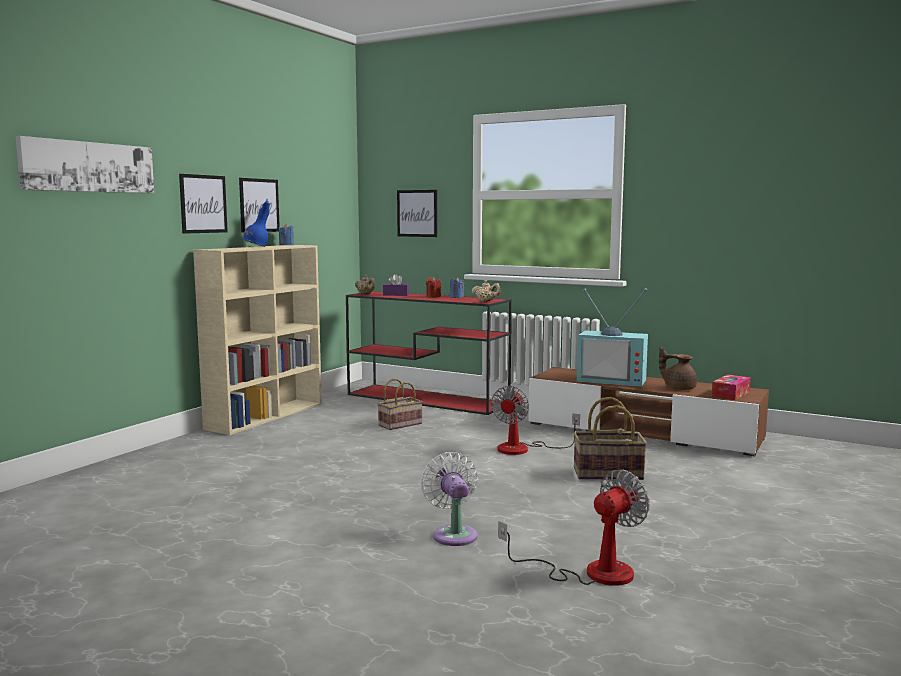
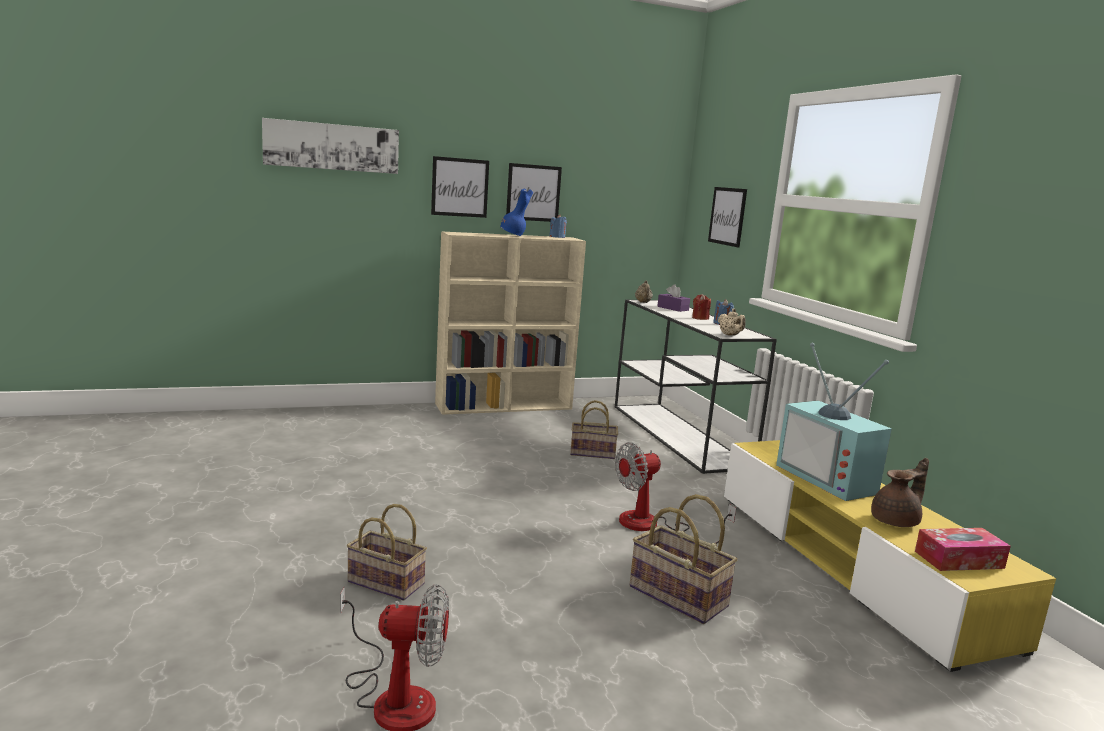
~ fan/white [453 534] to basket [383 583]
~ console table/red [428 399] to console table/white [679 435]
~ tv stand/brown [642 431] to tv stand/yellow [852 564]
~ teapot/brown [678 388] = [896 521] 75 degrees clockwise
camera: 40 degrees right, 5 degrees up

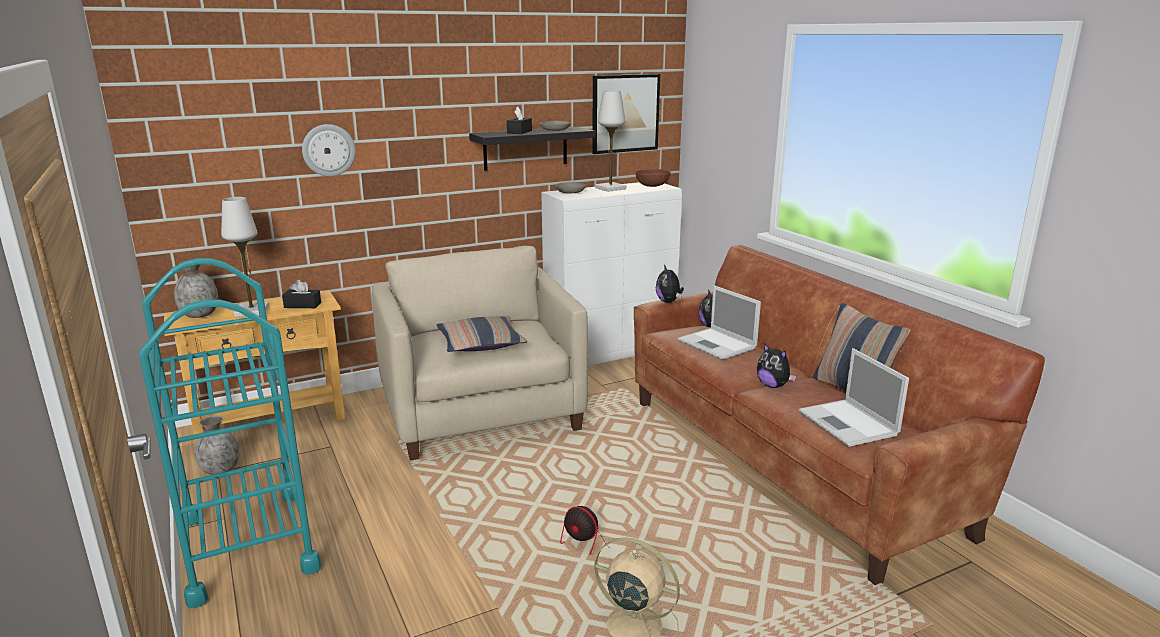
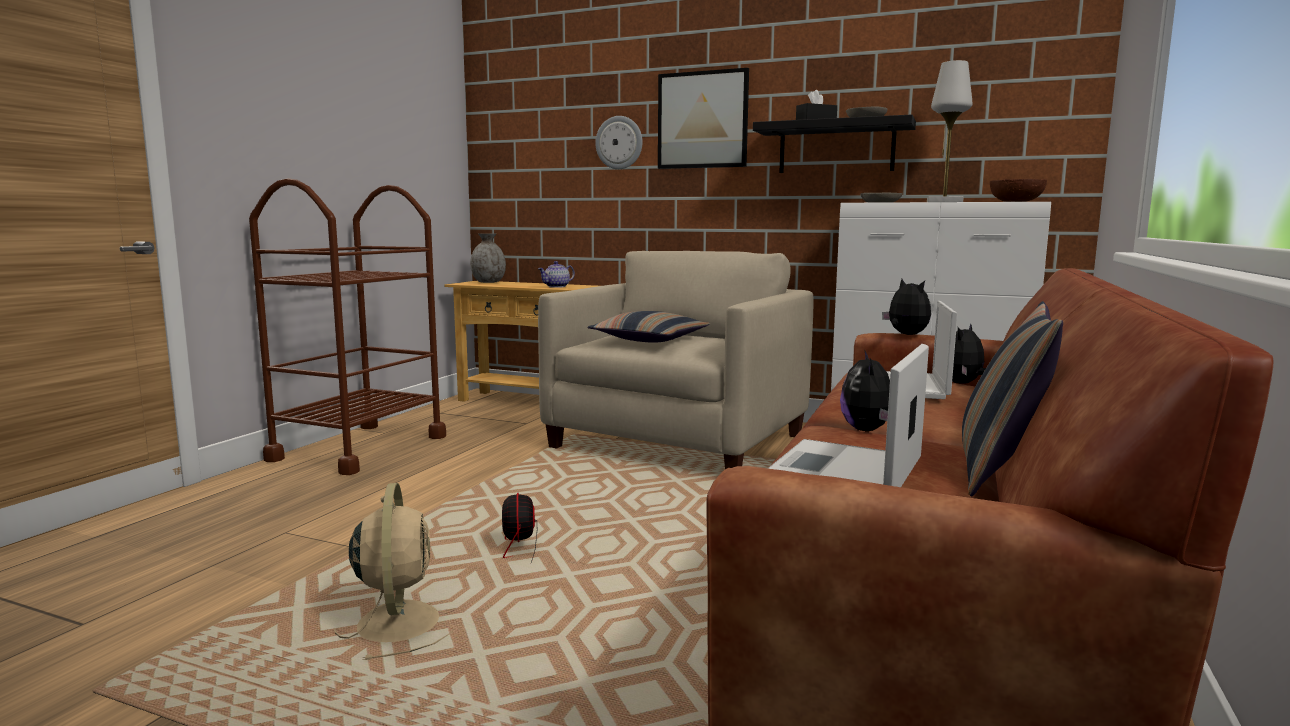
~ cart/turquoise [248 544] to cart/brown [359 448]
~ tissue box/black [302 305] to teapot [557 287]
~ picture [625 113] to [702 120]
~ plush toy [669 301] = [905 335] 120 degrees clockwise
- vase/grey [220 470]
- table lamp/white [252 311]
camera: 50 degrees right, 10 degrees down

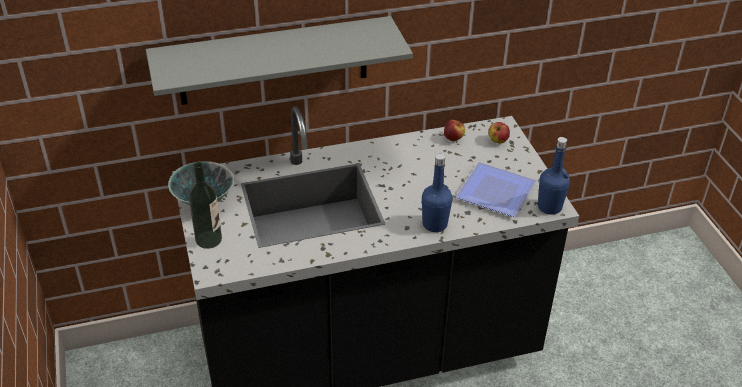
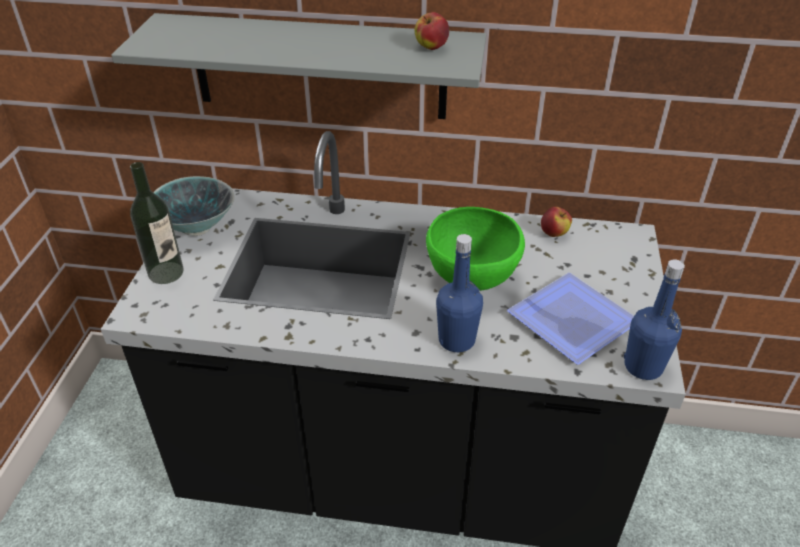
~ apple [498 141] to [431 47]
+ bowl/green [471 279]
camera: 25 degrees right, 0 degrees up

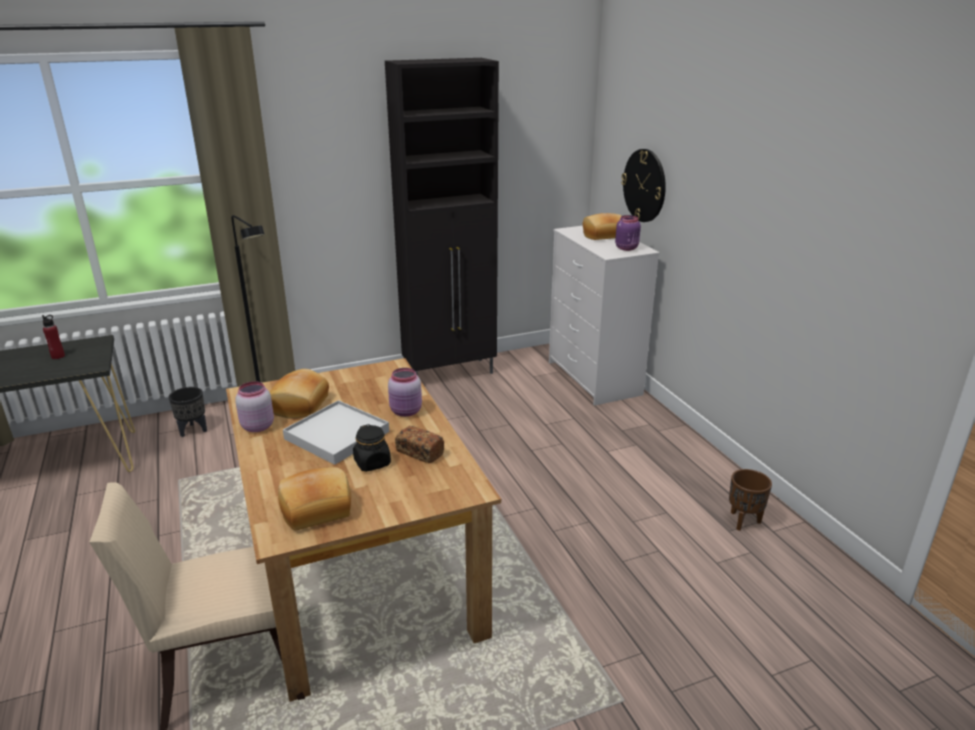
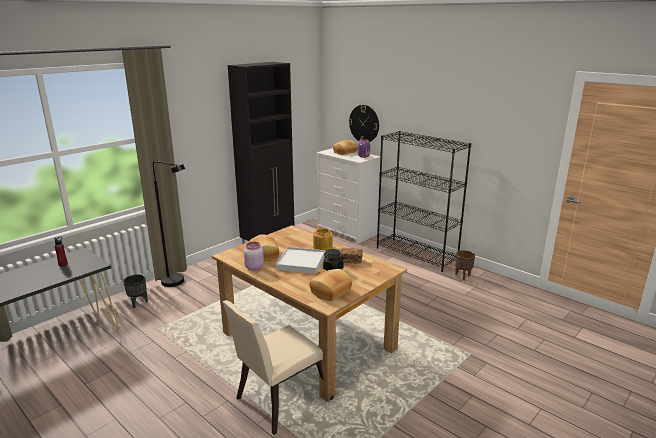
~ jar/pink [406 412] to teapot [323 246]
+ bookcase/black [417 254]
camera: 25 degrees left, 5 degrees down

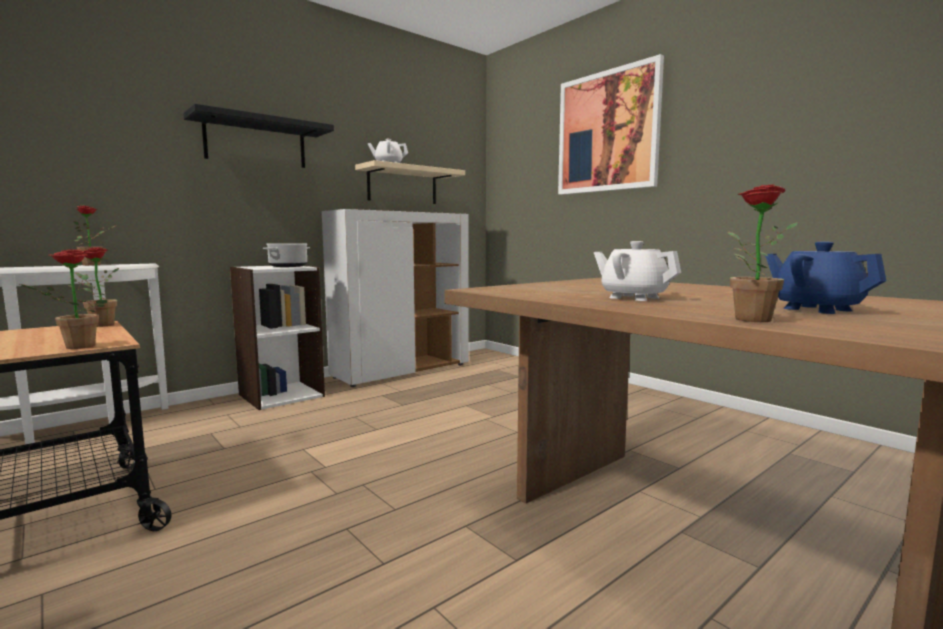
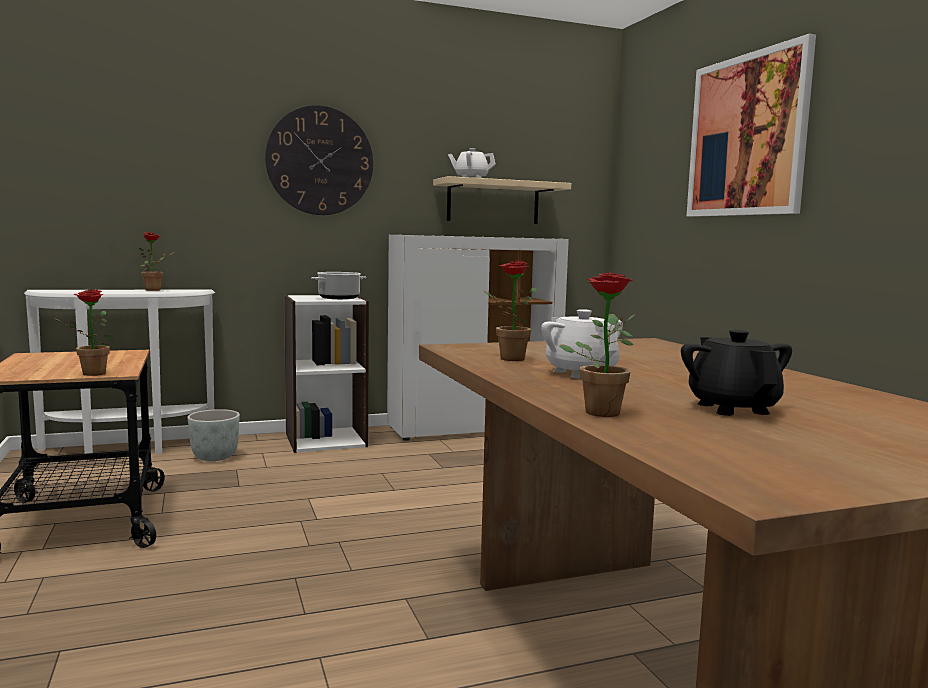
+ planter/grey [215 457]
~ shelf/black [256 143] to wall clock [320 161]
~ potted plant [98 325] to [507 358]
~ teapot/blue [816 309] to teapot/black [732 408]
camera: 20 degrees right, 0 degrees up

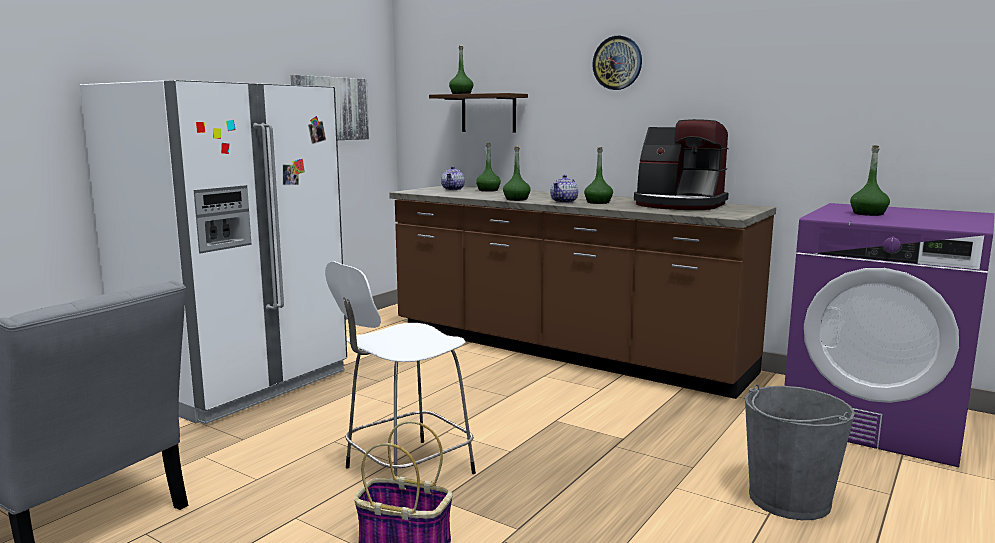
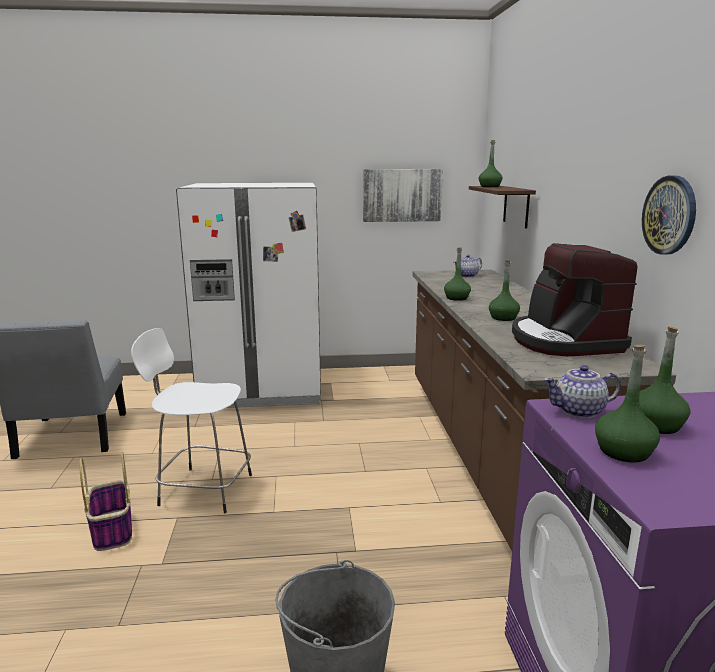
~ teapot [564 202] to [579 411]
~ bottle/green [488 190] to [623 452]
~ wall clock [617 63] to [669 215]
camera: 50 degrees right, 5 degrees up

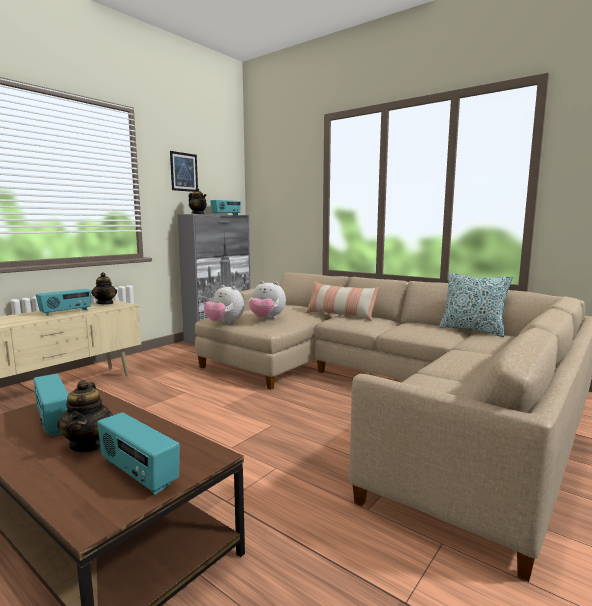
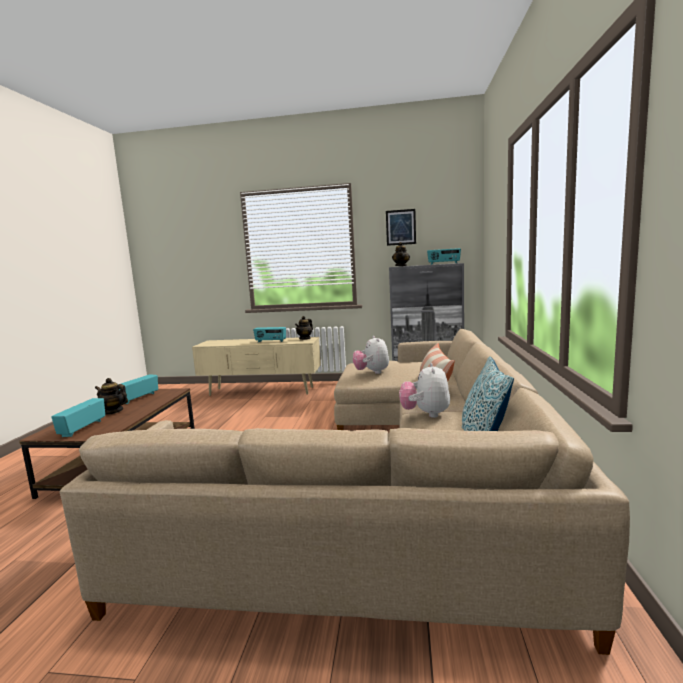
~ teapot [88 444] = [113 411] 60 degrees clockwise
~ plush toy [224 323] to [425 414]
camera: 60 degrees right, 0 degrees up

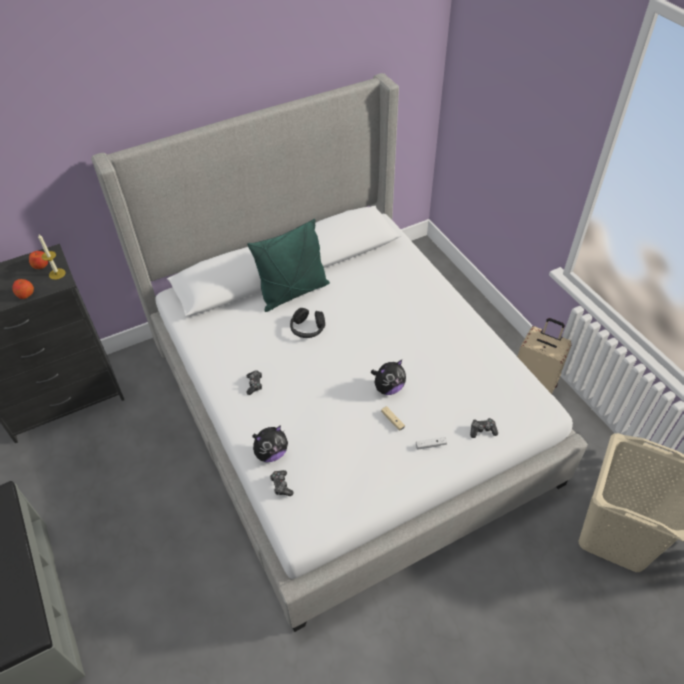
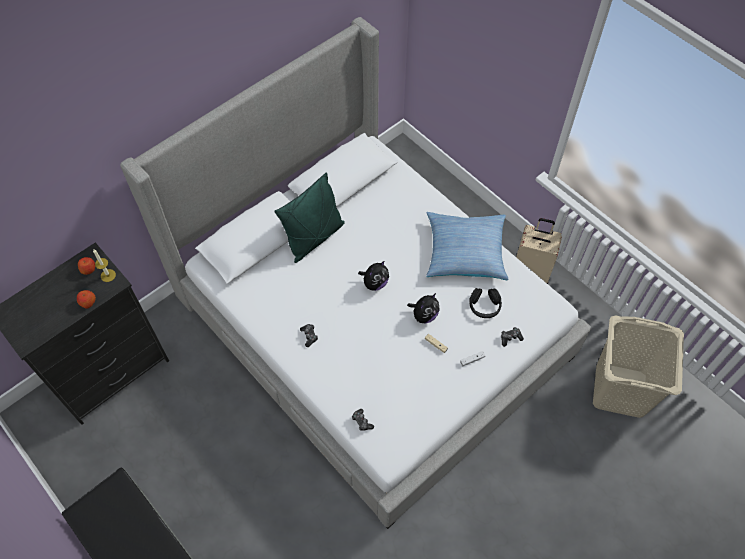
~ plush toy [271 453] to [375 283]
+ pillow [465 251]
~ headphones/black [307 329] to [484 306]
camera: 15 degrees left, 10 degrees up

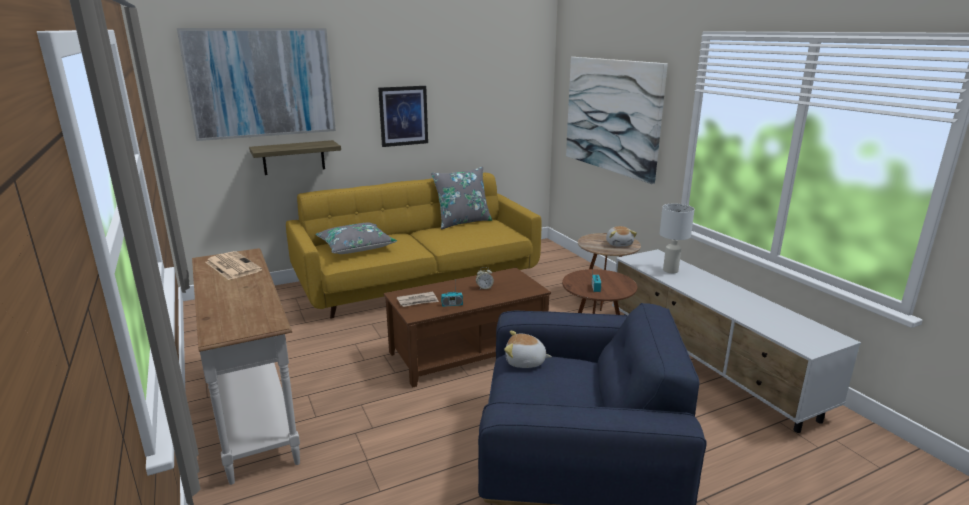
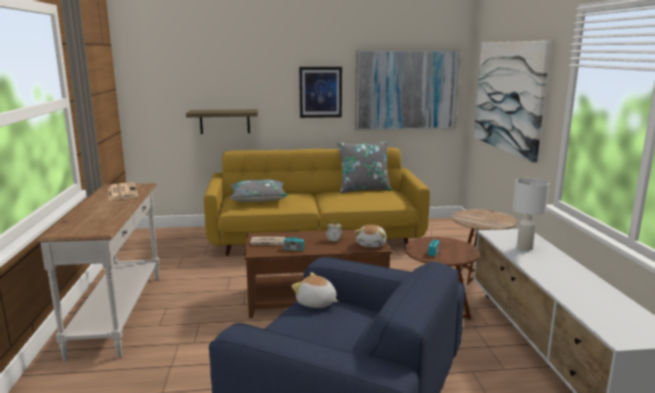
~ picture [261 83] to [406 90]
~ plush toy [619 244] to [372 244]
camera: 20 degrees right, 5 degrees down

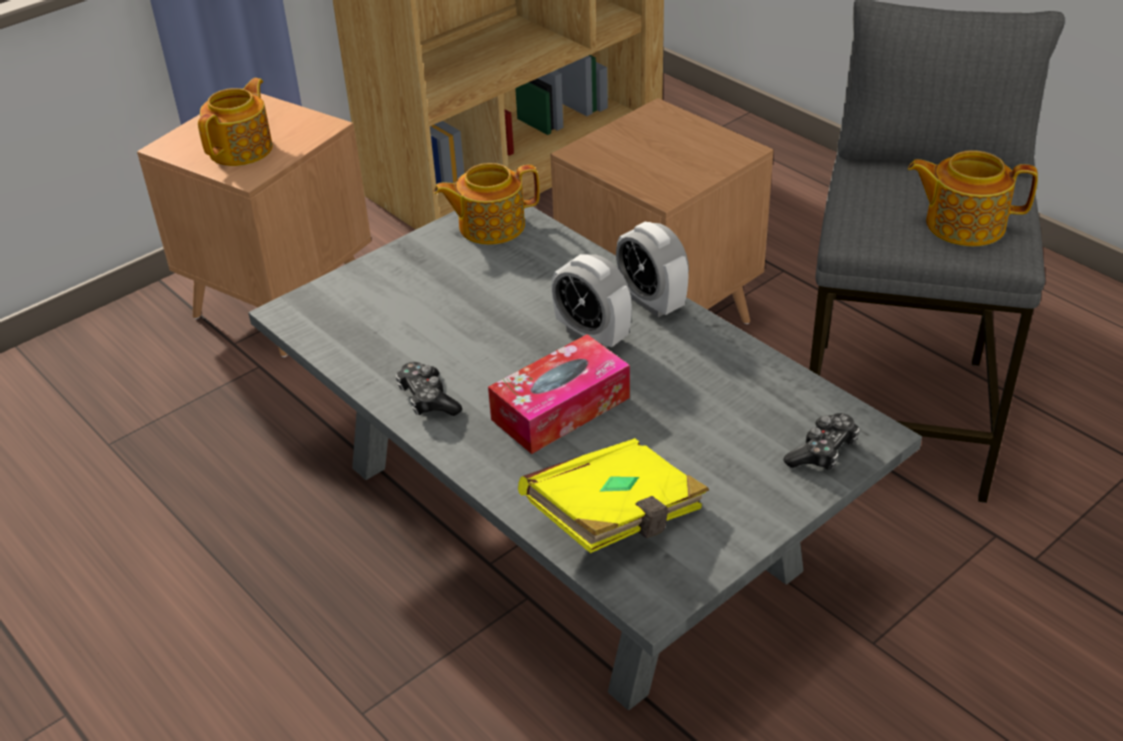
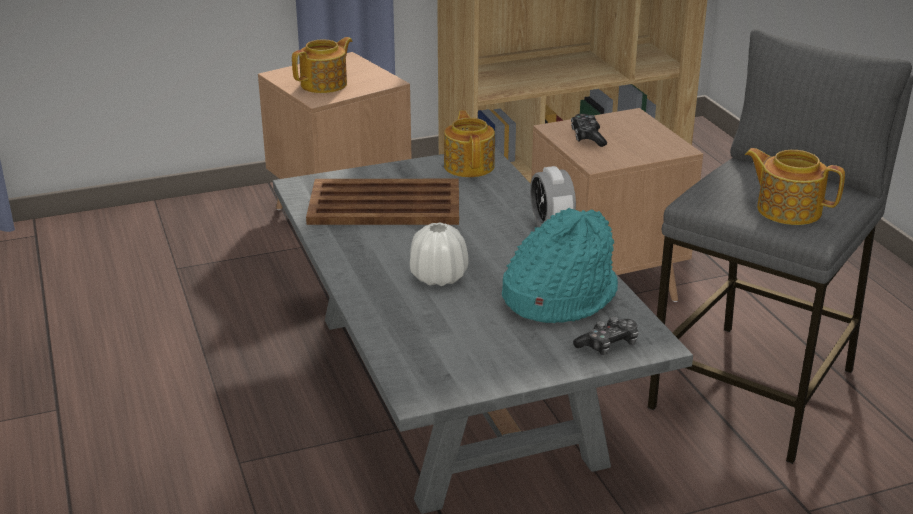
+ tray/brown [386 205]
~ tissue box [560 408] to vase/white [438 277]
~ teapot [490 226] = [469 166] 75 degrees clockwise
+ hat/turquoise [558 297]
~ game controller [428 399] to [587 137]
- book/yellow [617 518]
- alarm clock [592 335]
camera: 20 degrees right, 10 degrees down

